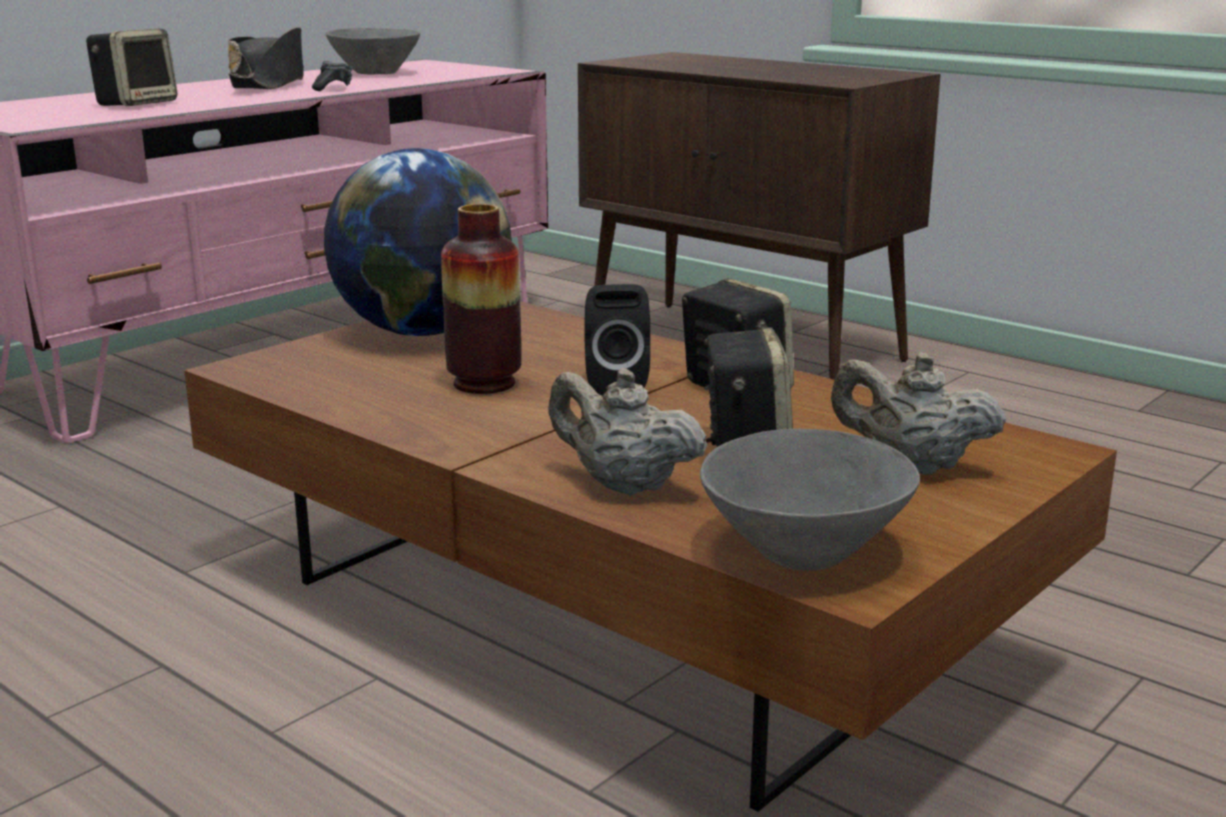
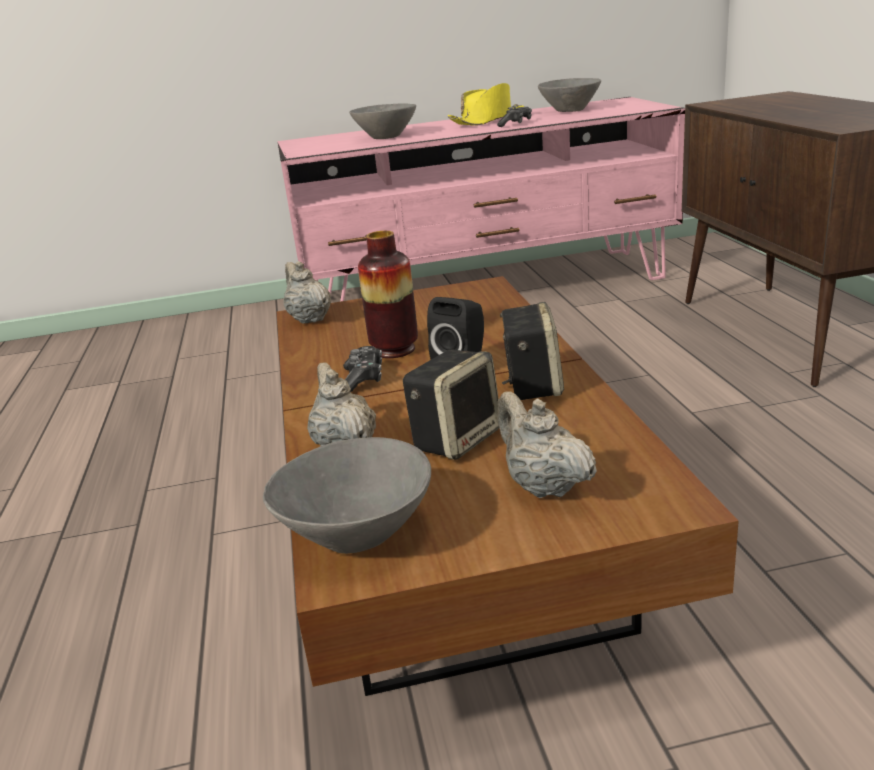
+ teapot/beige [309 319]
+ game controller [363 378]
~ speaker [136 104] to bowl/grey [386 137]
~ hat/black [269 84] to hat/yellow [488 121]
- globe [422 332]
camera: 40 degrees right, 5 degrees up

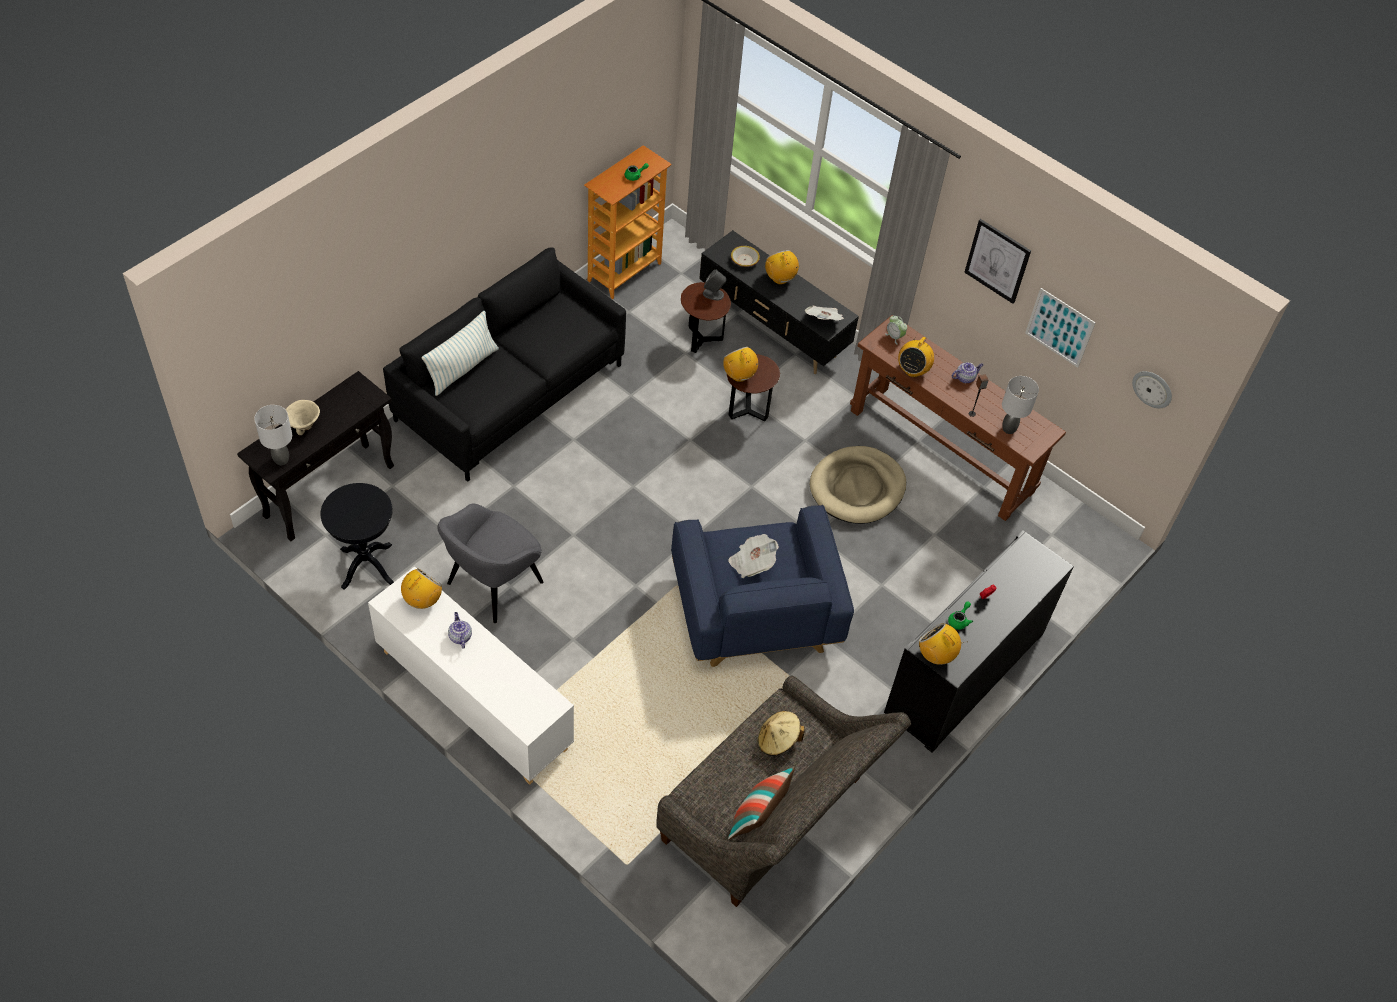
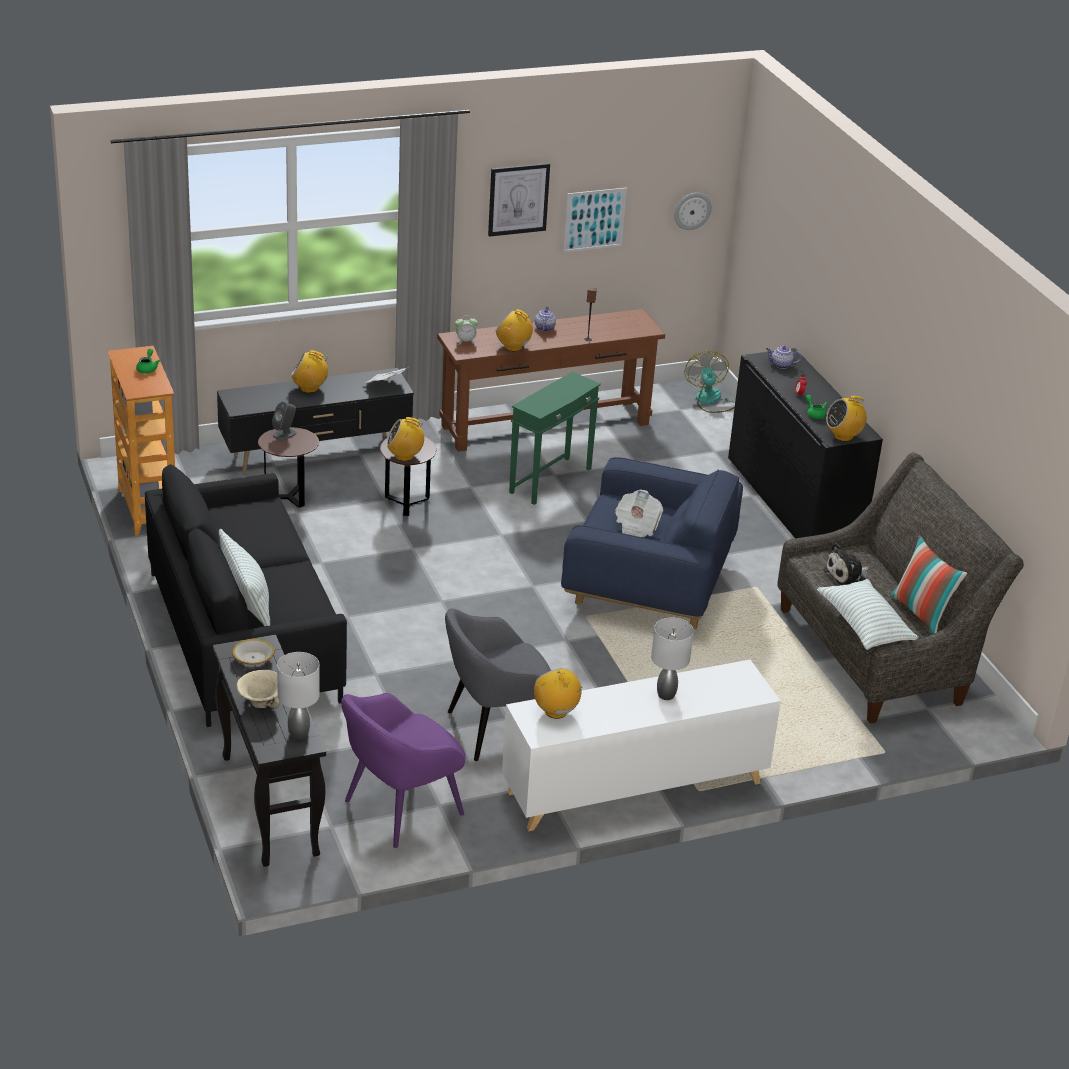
~ bowl [744 260] to [253 658]
~ side table/black [367 566] to armchair/purple [401 808]
~ armchair/grey [493 584] = [496 728] 90 degrees clockwise
~ radio [912 370] = [513 347] 150 degrees clockwise
~ dog bed/beige [857 488] to side table/green [551 480]
~ table lamp/grey [1009 429] to [666 695]
+ fan [710 401]
~ teapot [460 636] to [781 365]
+ pillow [864 626]
~ hat/beige [777 741] to plush toy [847 576]
camera: 60 degrees left, 20 degrees down

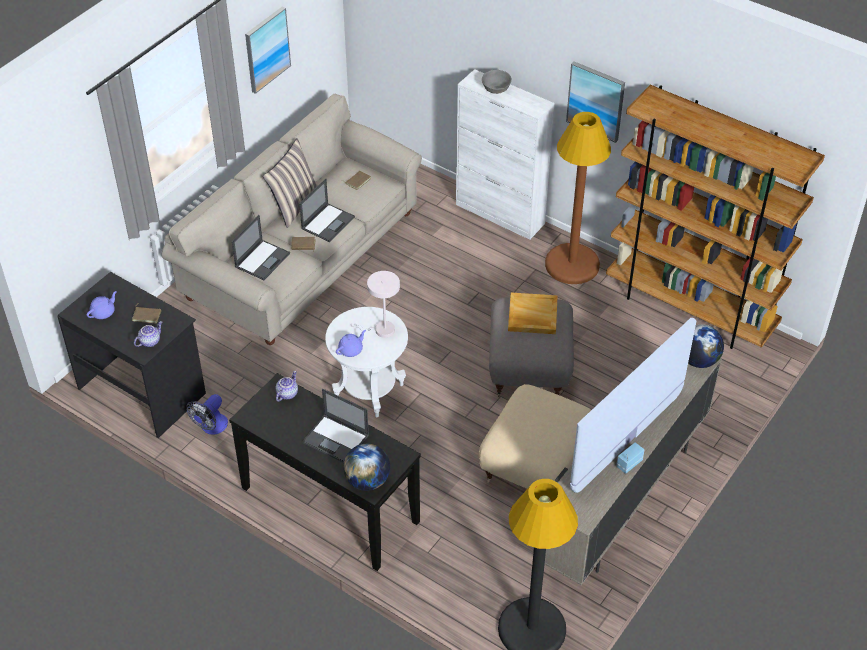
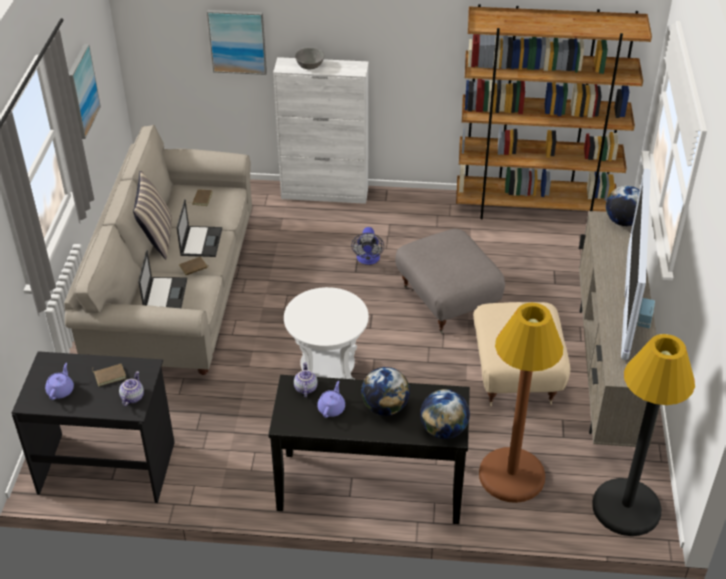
~ picture [596 101] to [237 41]
~ teapot/purple [351 350] to [331 408]
~ fan [211 427] to [368 260]
~ laptop [336 439] to globe [385 407]
~ floor lamp/brown [572 265] to [511 476]
- table lamp/white [381 330]
- tray/beige [532 315]
camera: 30 degrees left, 5 degrees down

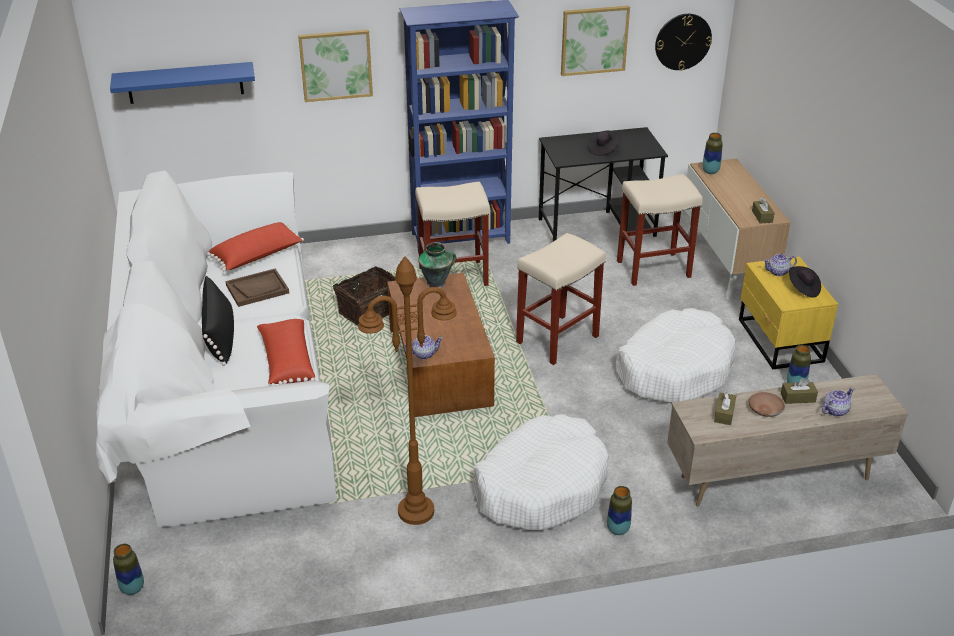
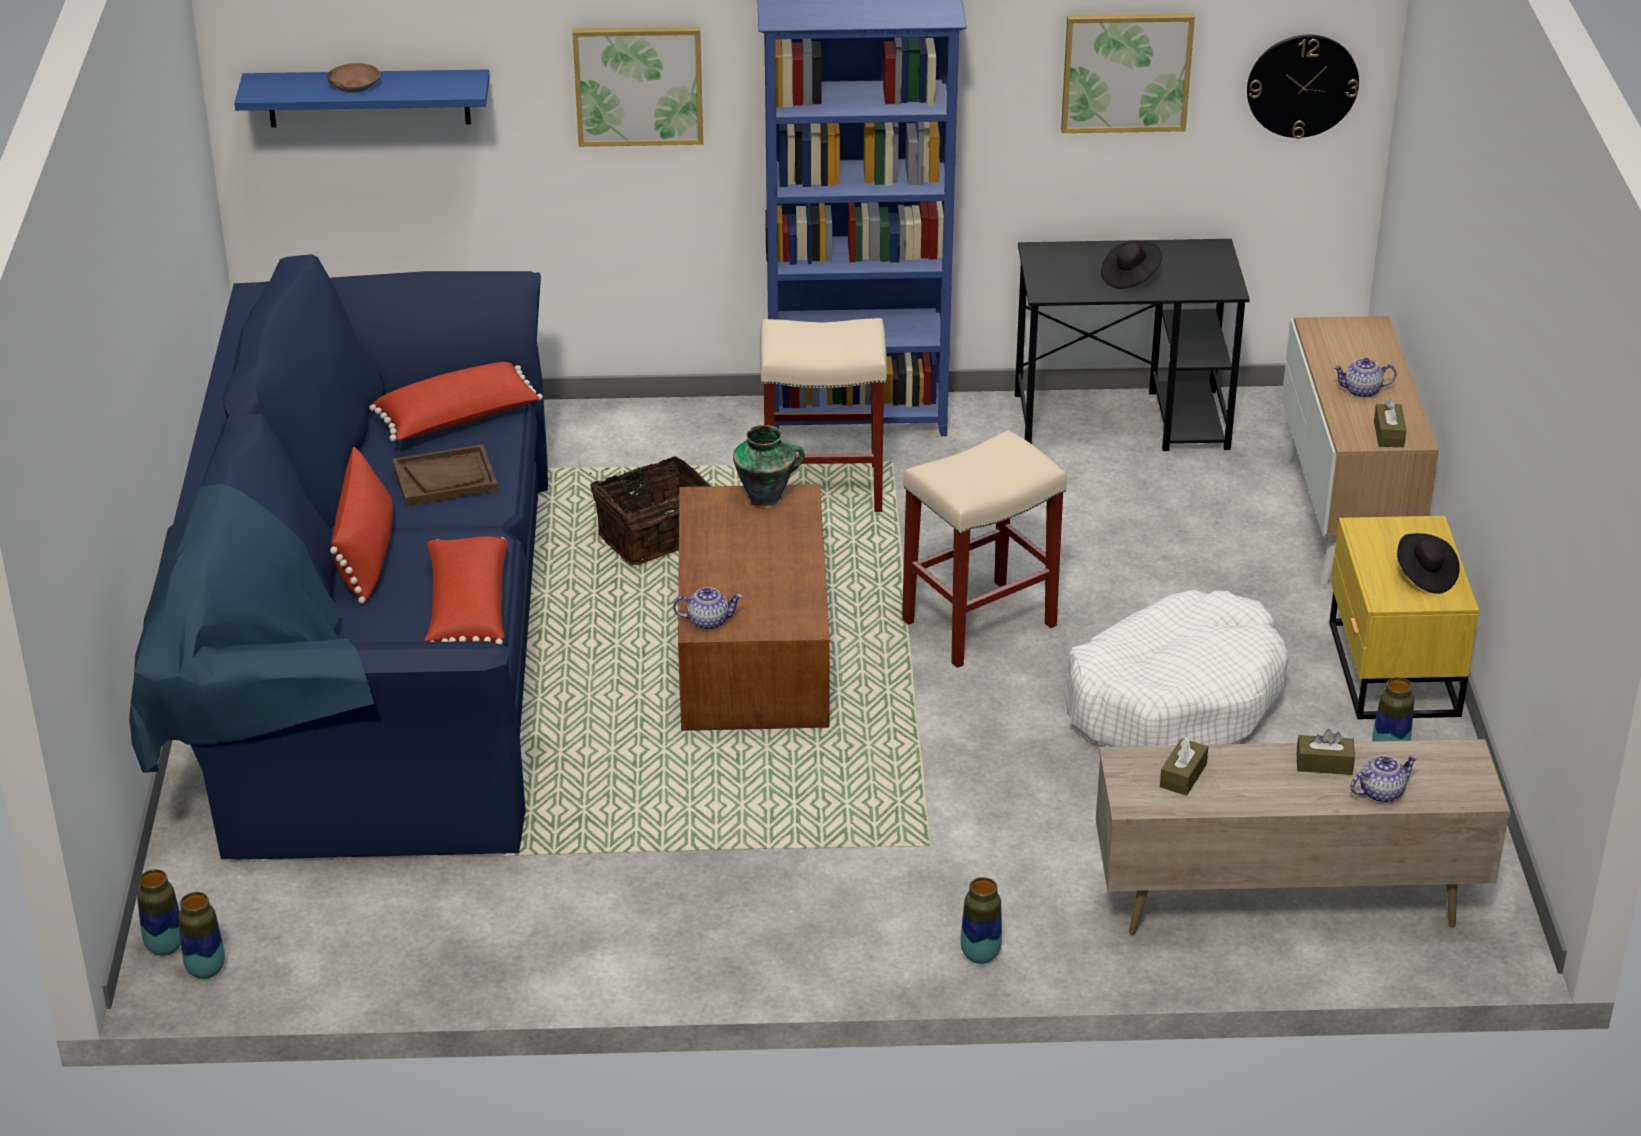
~ sofa/white [226 388] to sofa/blue [375 647]
~ vase [710 171] to [206 970]
~ bowl/brown [764 409] to [354 85]
~ pillow/black [220 336] to pillow/red [366 553]
~ teapot [778 272] to [1362 391]
- floor lamp/brown [416 511]
- dog bed/white [540 486]
- stool/beige [652 269]
camera: 10 degrees right, 0 degrees up

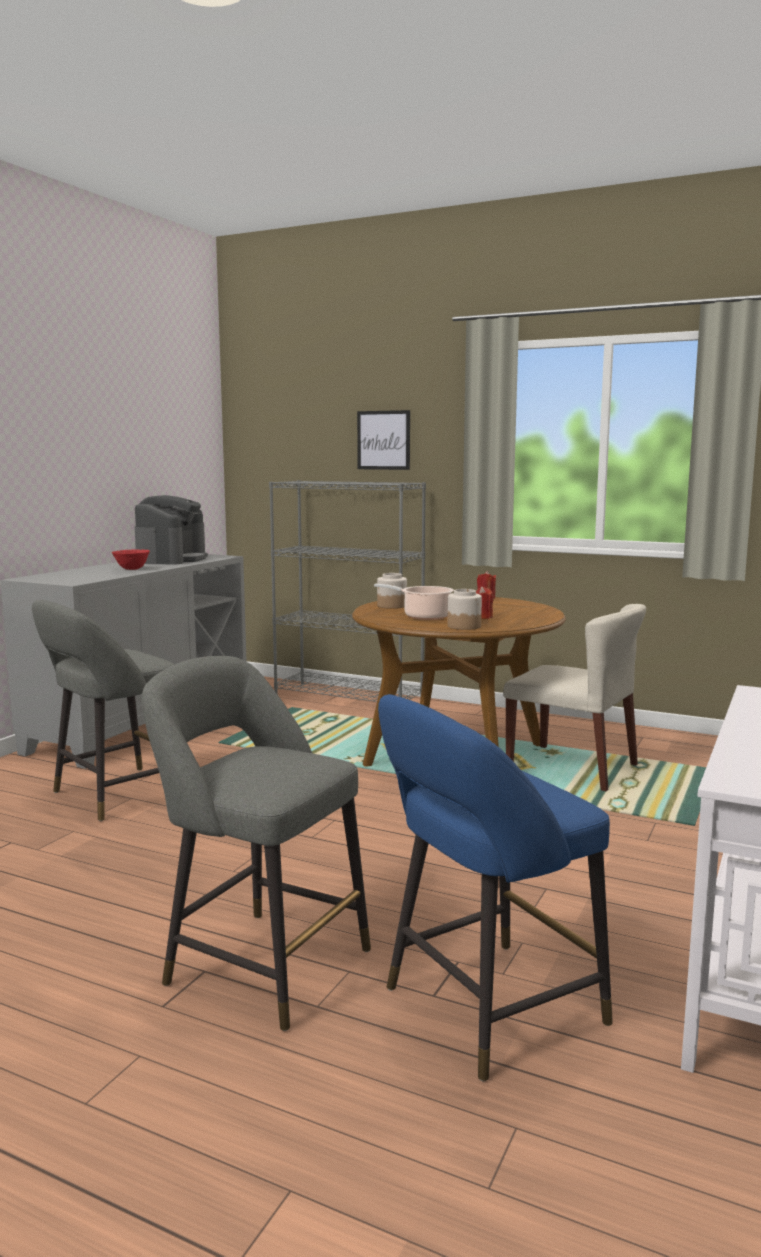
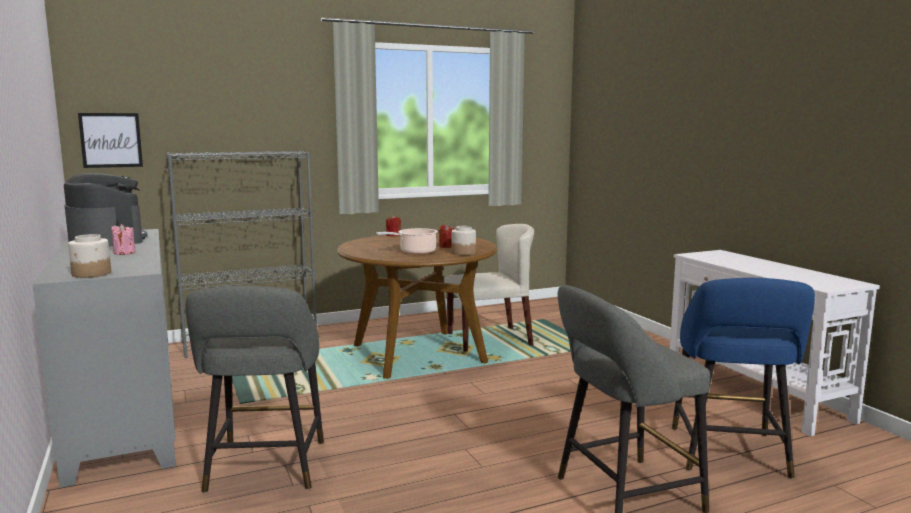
~ jar [391 606] to [91 274]
~ picture [383 440] to [111 140]
~ bowl/red [131 569] to candle/pink [124 252]
camera: 50 degrees left, 0 degrees up

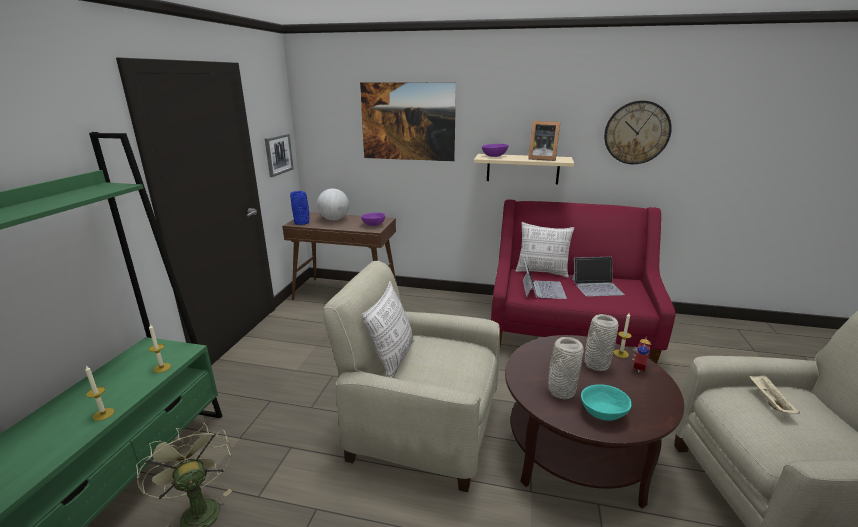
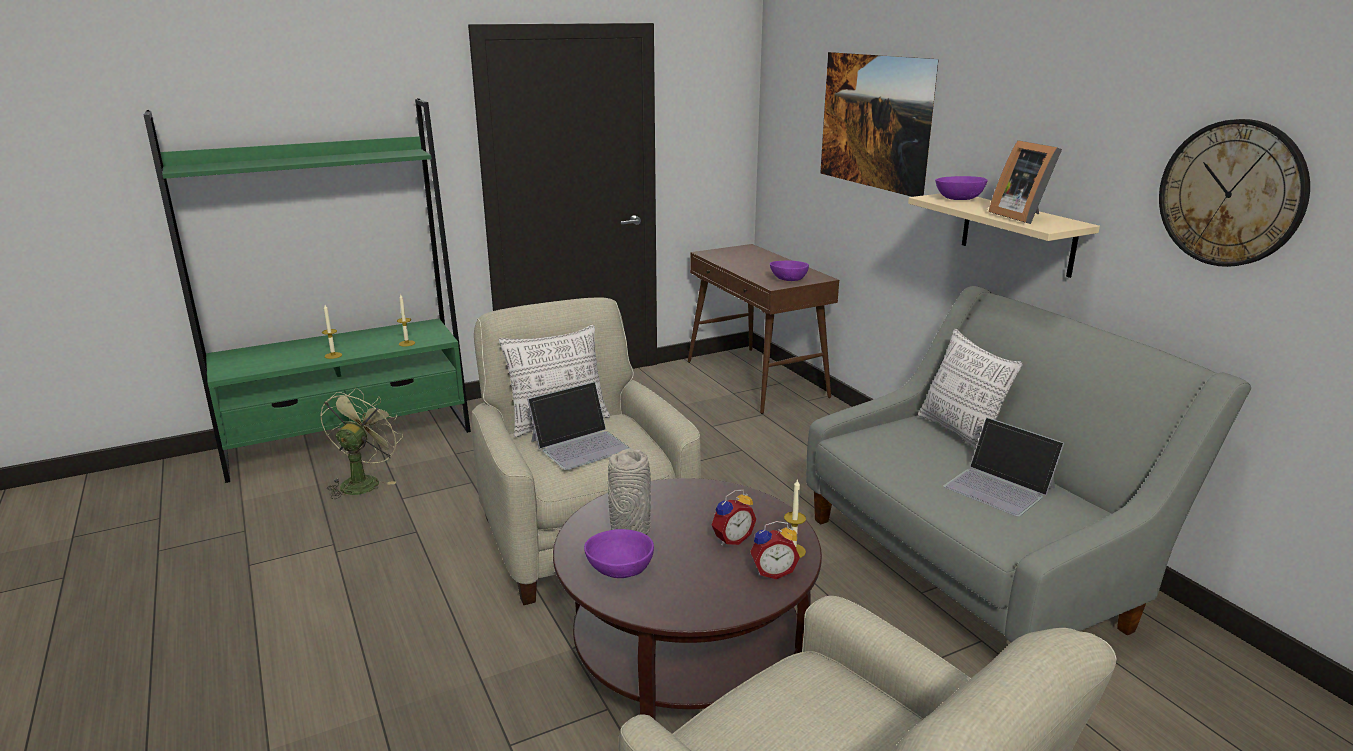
~ laptop [542 289] to [581 445]
~ bowl/turquoise [604 413] to bowl/purple [620 570]
~ vase/grey [595 364] to alarm clock [731 539]
~ sofa/red [569 331] to sofa/grey [974 565]
- picture [278 154]
- vase/blue [302 223]
- globe [334 219]
- tray/beige [768 401]
camera: 50 degrees right, 0 degrees up

